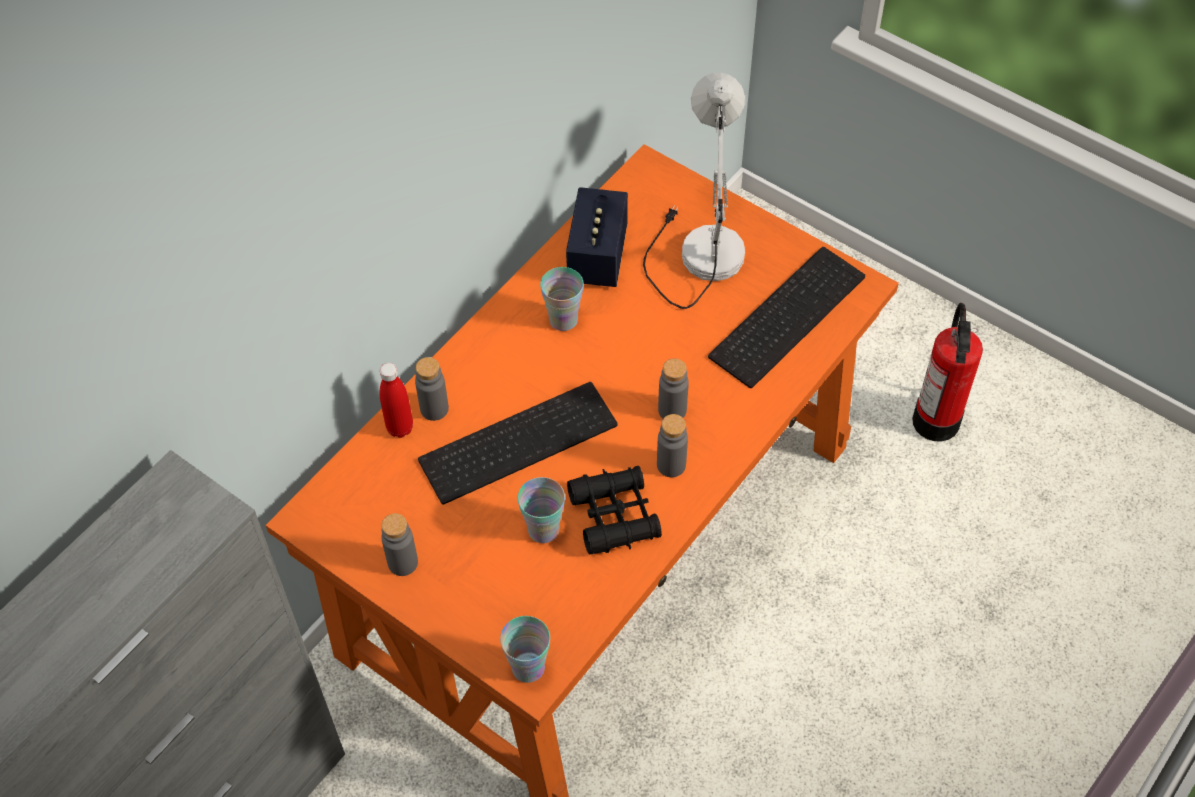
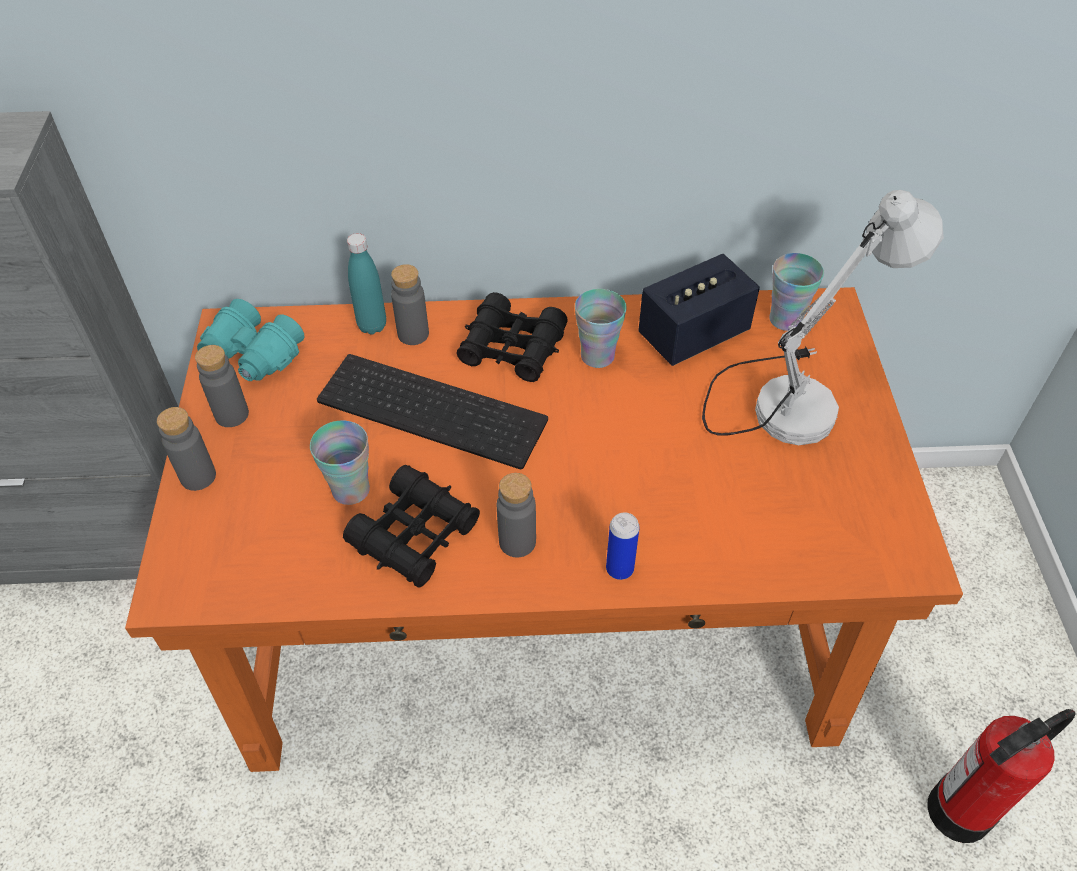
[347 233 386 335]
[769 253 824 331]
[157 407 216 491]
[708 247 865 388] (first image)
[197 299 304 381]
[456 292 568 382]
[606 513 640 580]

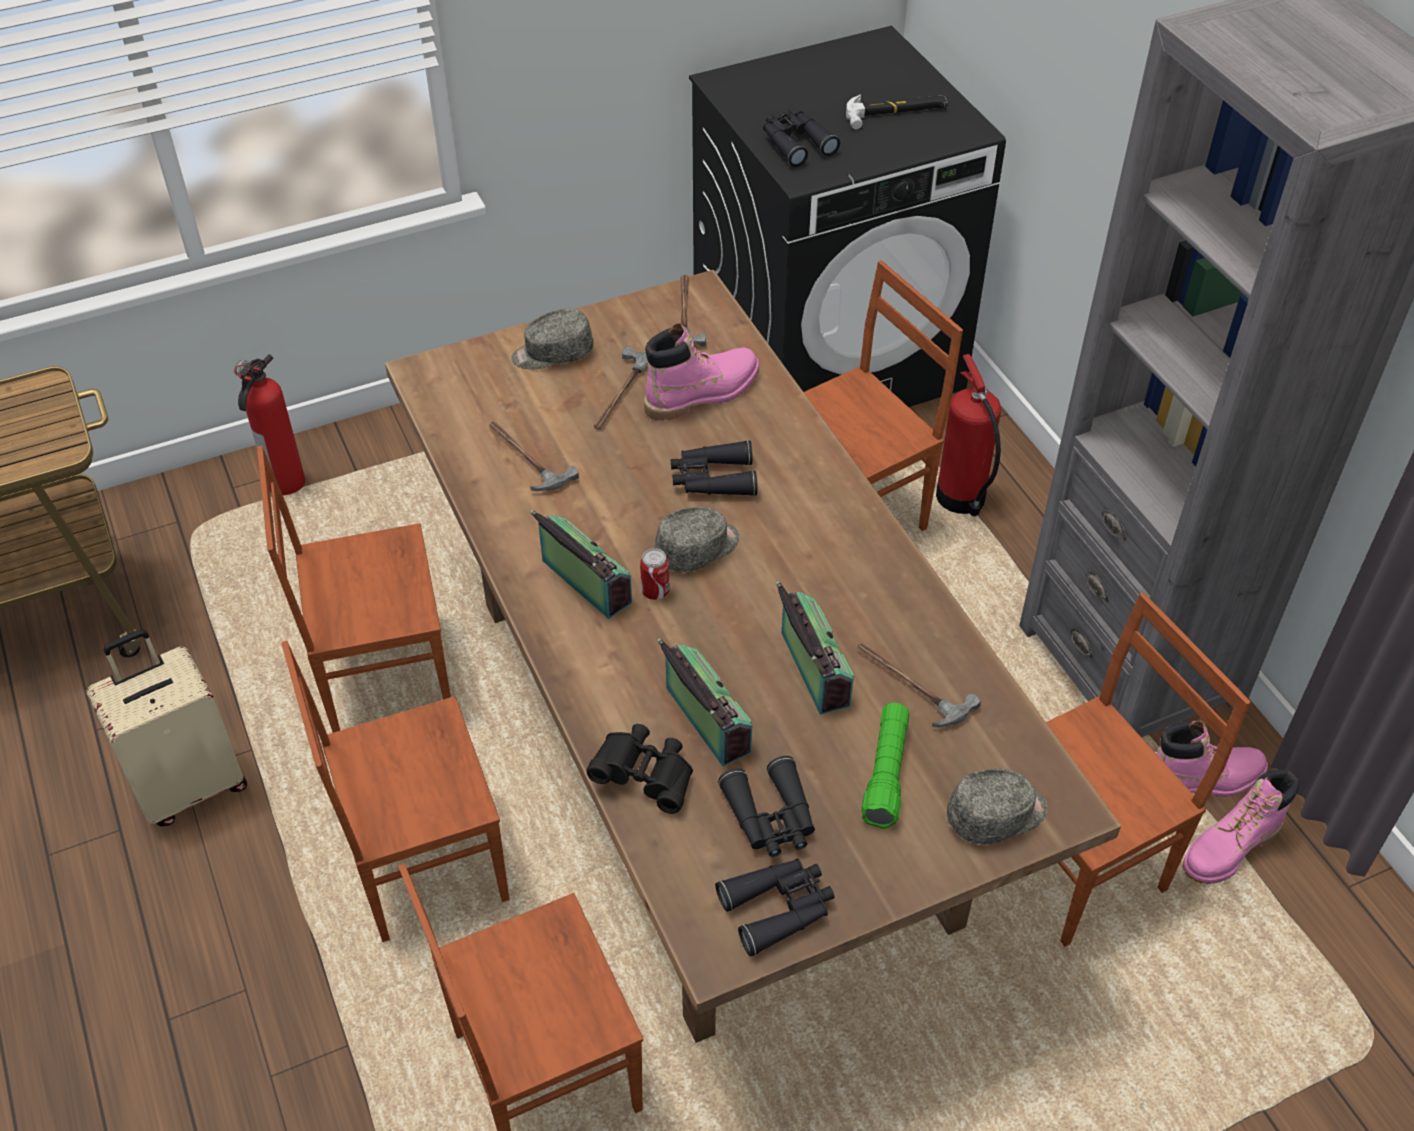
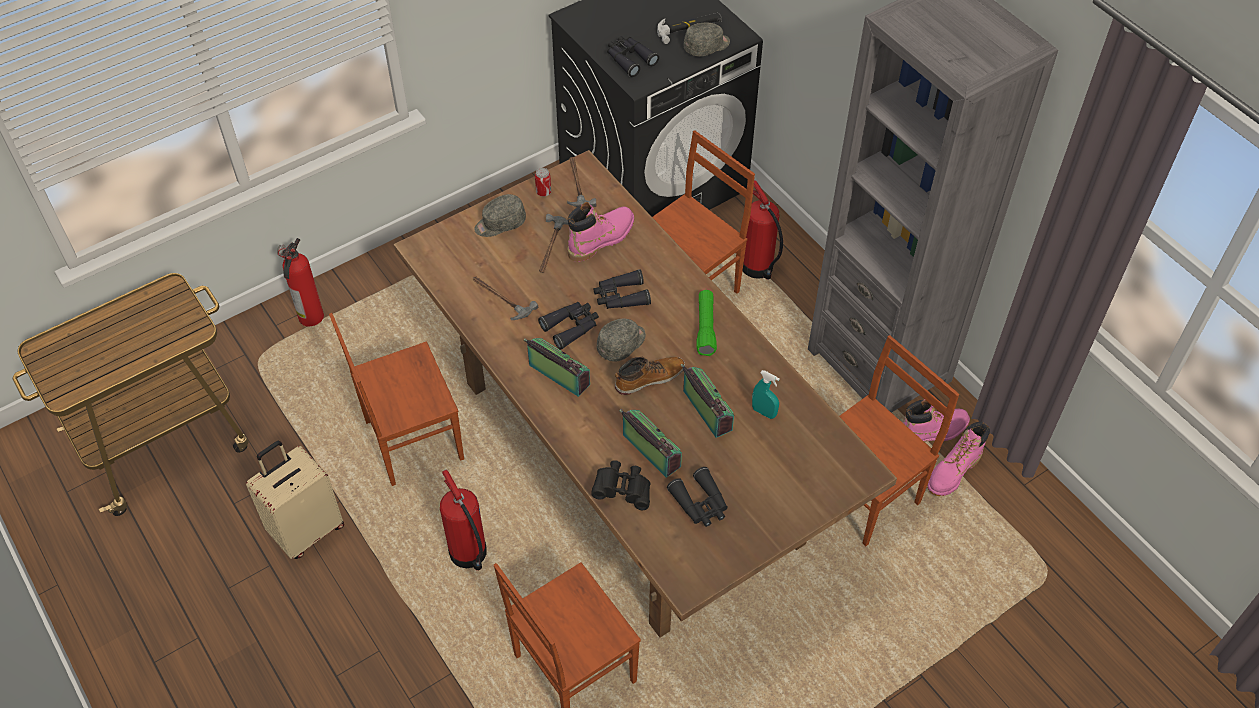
[440 470 487 570]
[535 168 551 197]
[538 302 599 350]
[752 370 780 419]
[696 290 717 356]
[683 23 730 57]
[615 357 685 395]

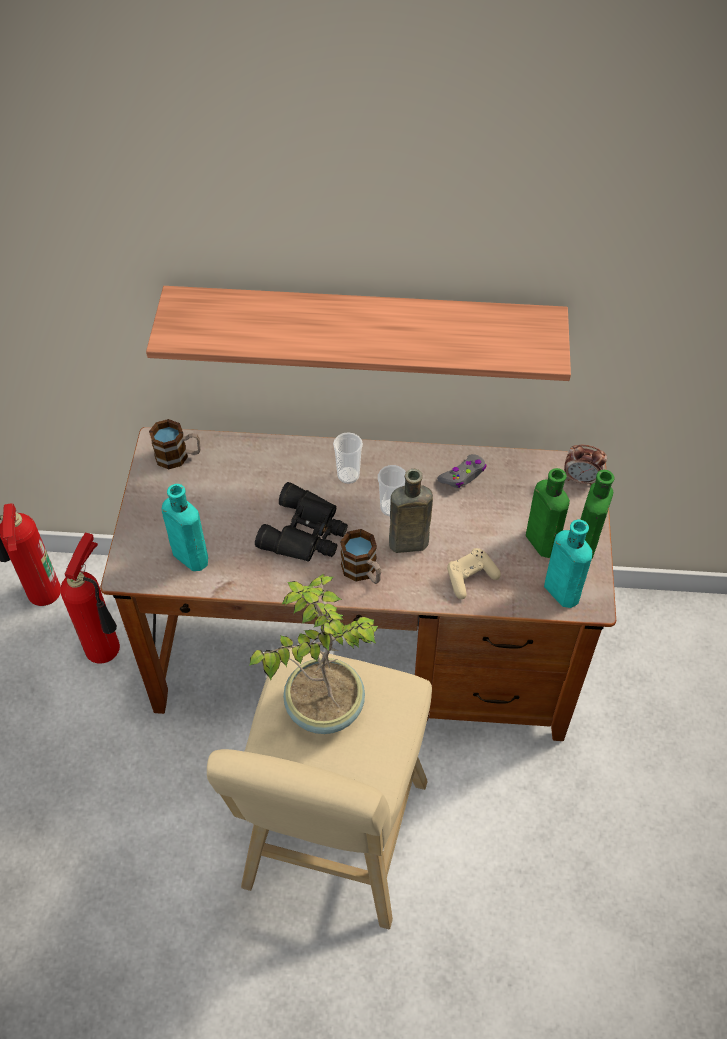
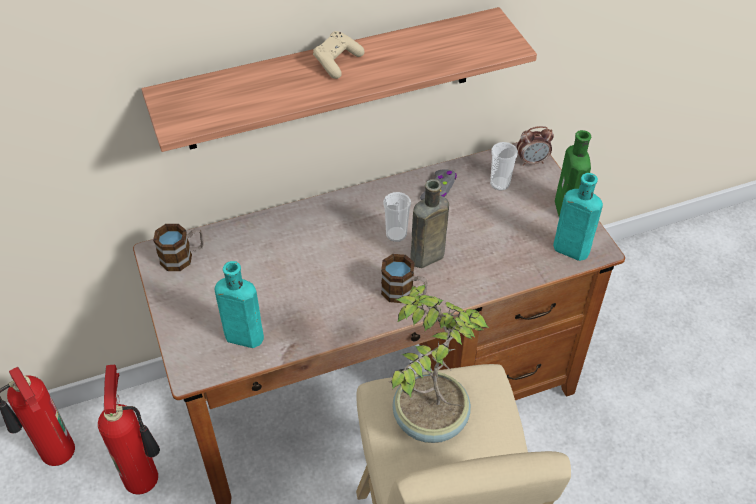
[255 482 348 562] (first image)
[490 142 518 190]
[313 31 365 79]
[526 468 570 558] (first image)

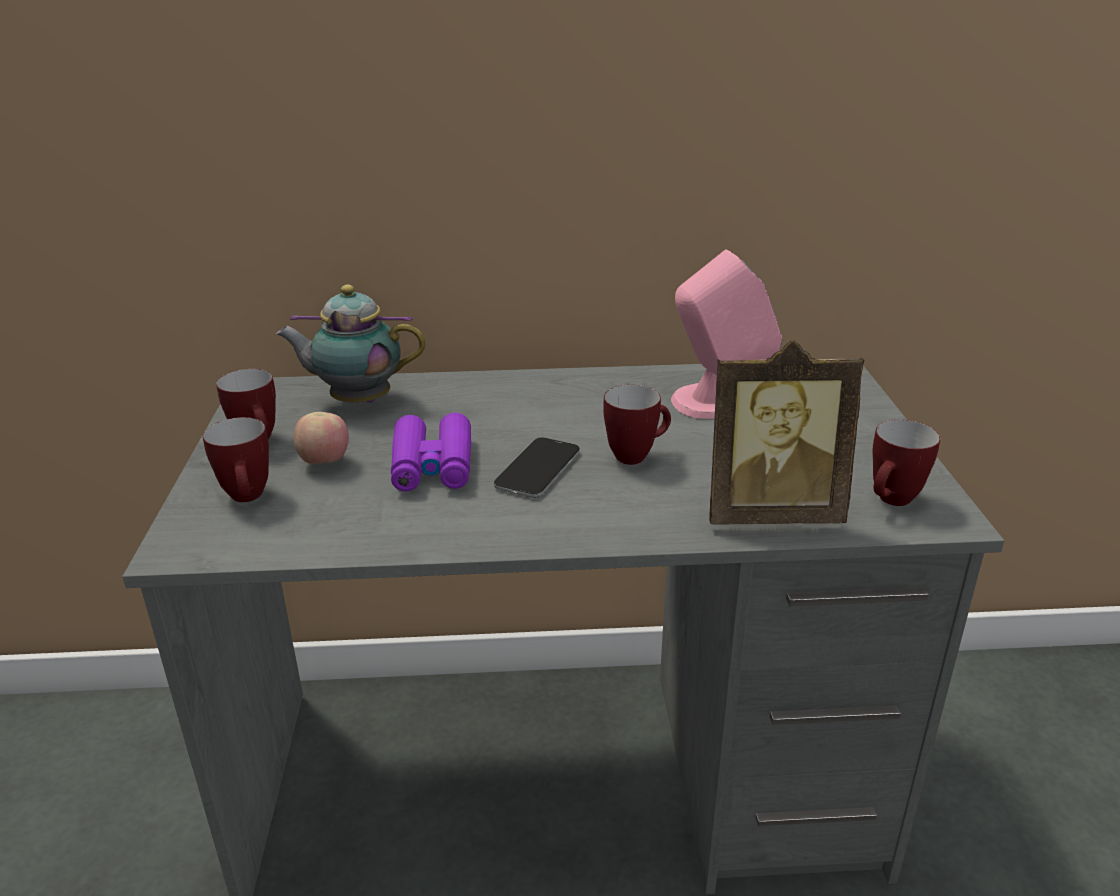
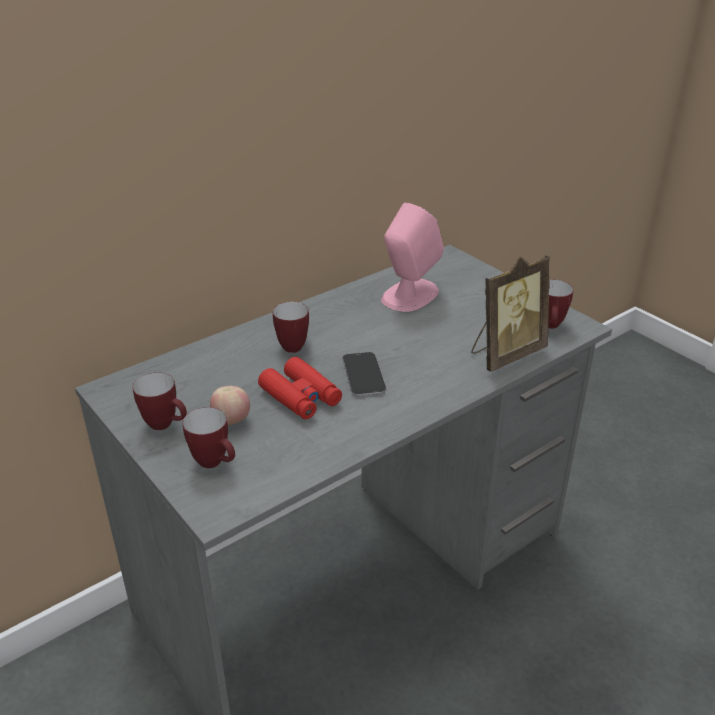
[276 285 426 403] (first image)
[258 357 342 419]
[273 302 309 353]

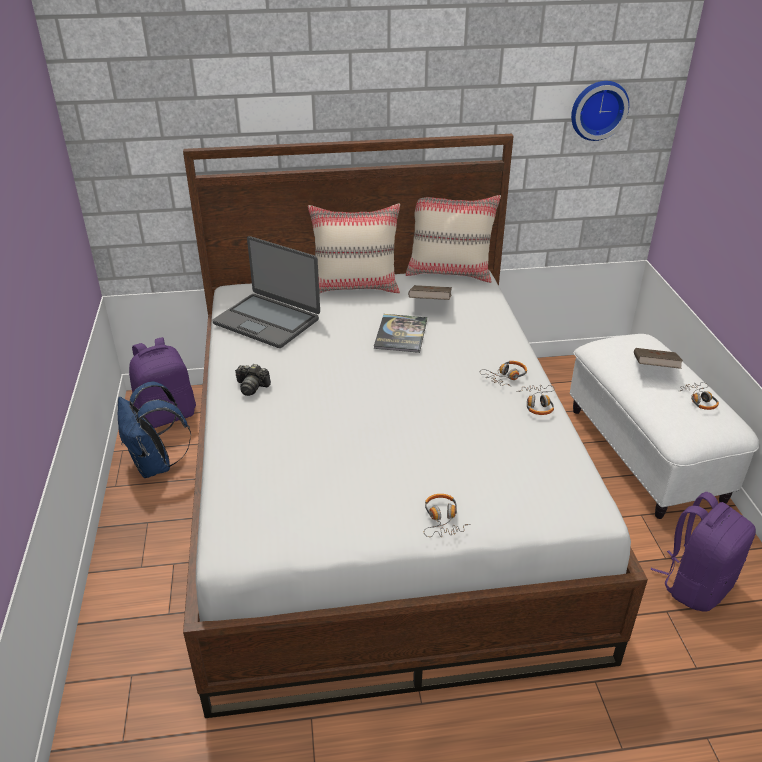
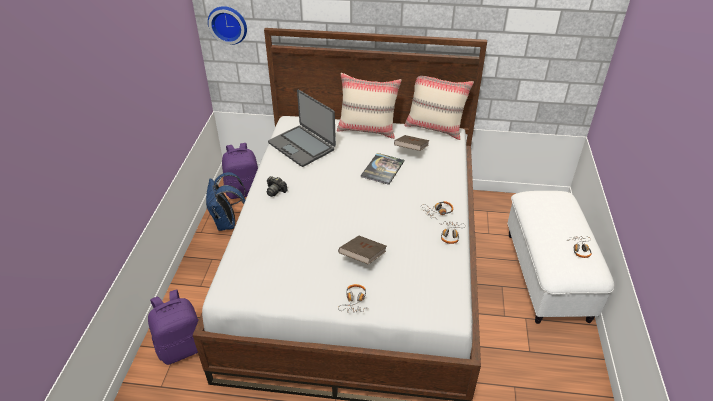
[208 6 247 45]
[338 236 387 265]
[148 289 199 365]

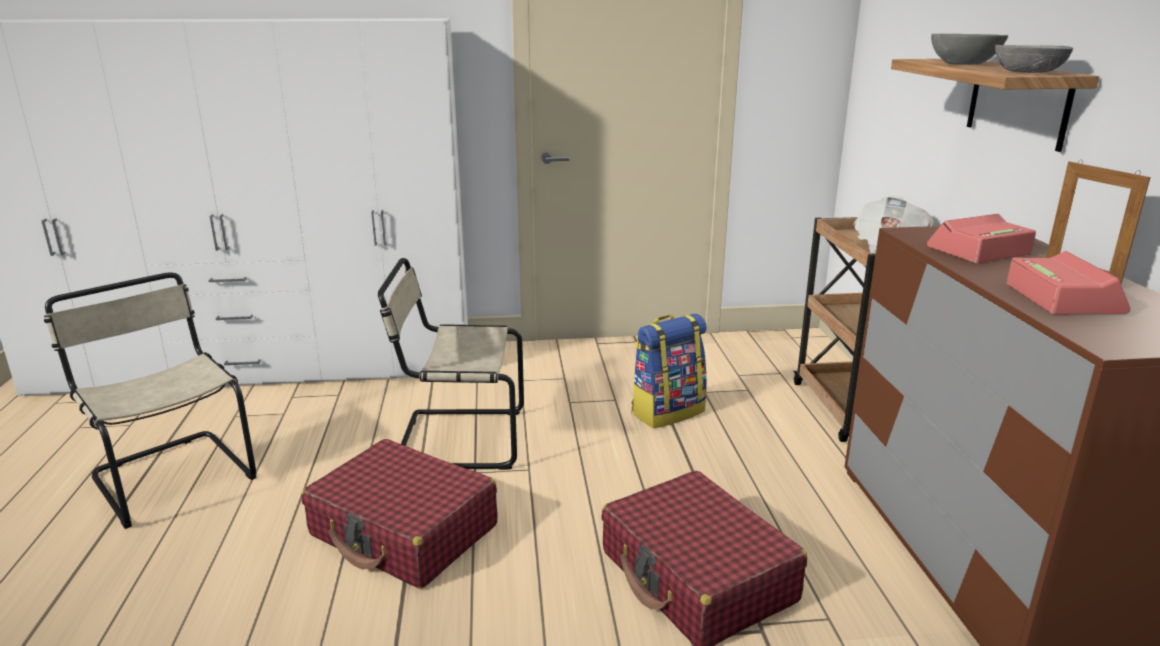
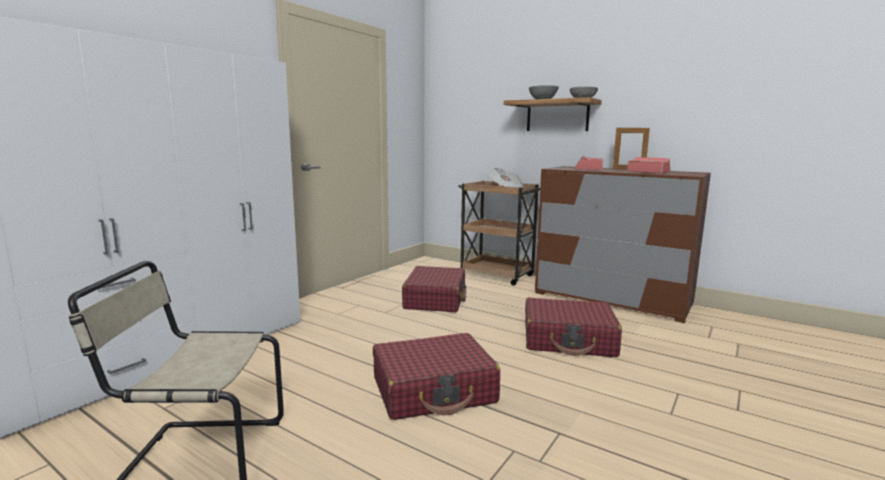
[378 258 524 470] (first image)
[402 266 466 312]

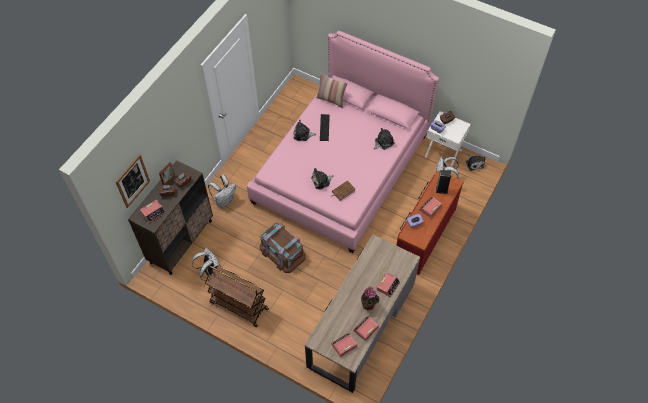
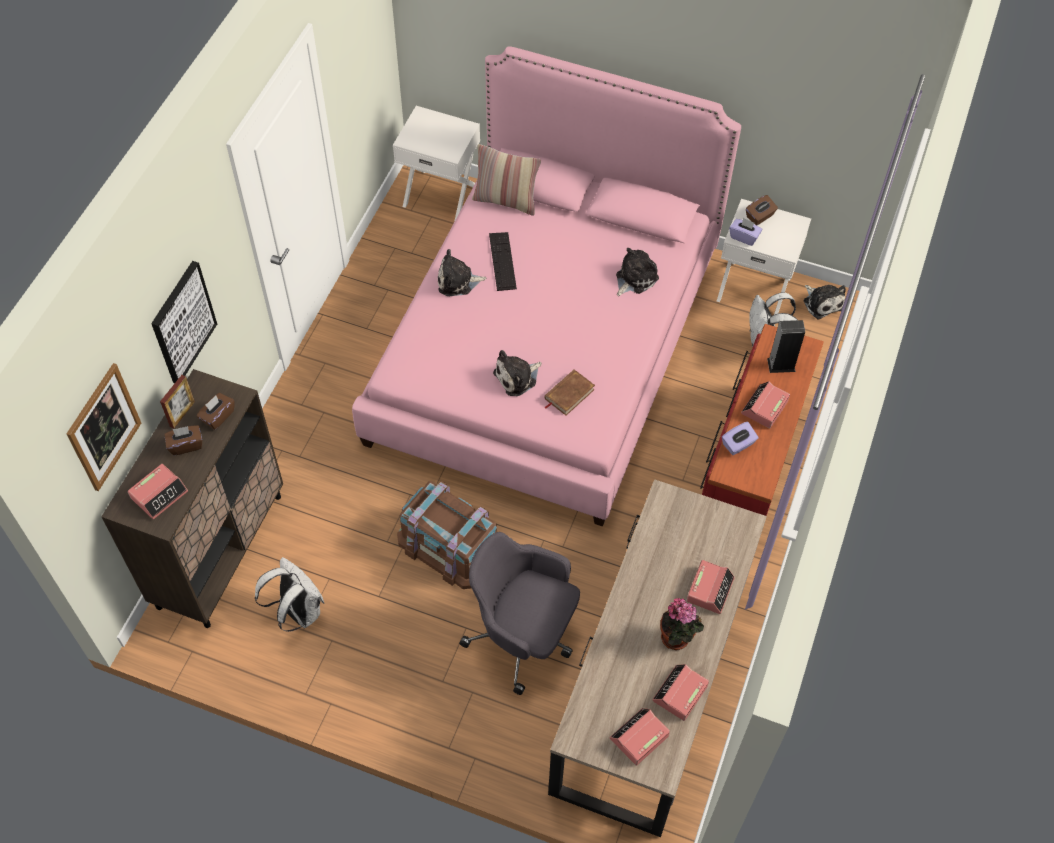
[205 265 269 327] (first image)
[208 175 236 207] (first image)
[151 261 217 383]
[393 106 480 222]
[459 532 580 695]

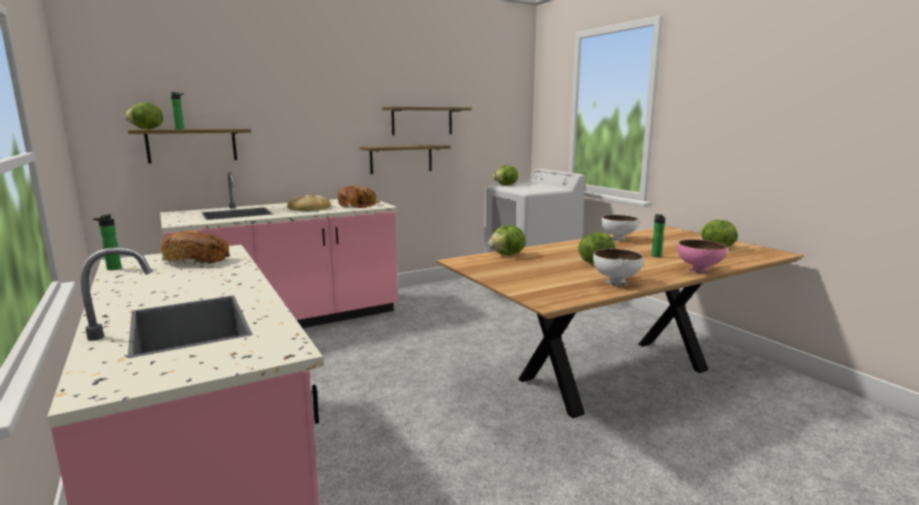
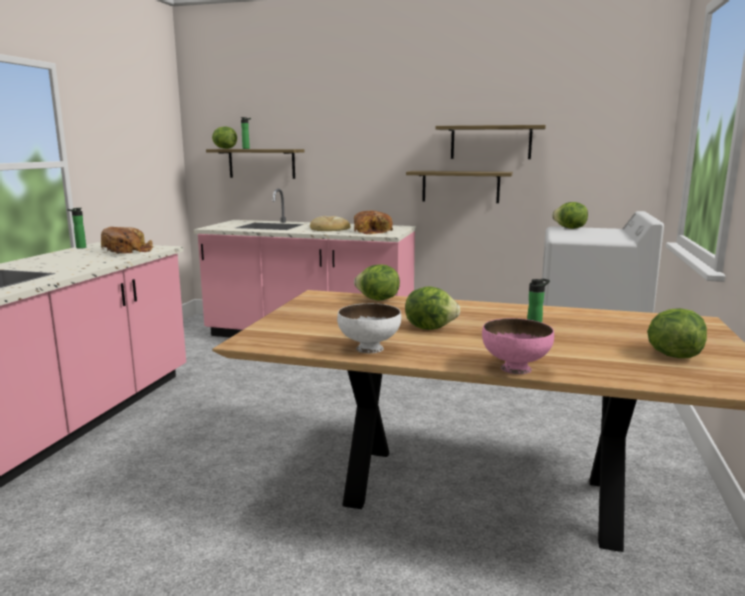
[601 215 639 241] (first image)

